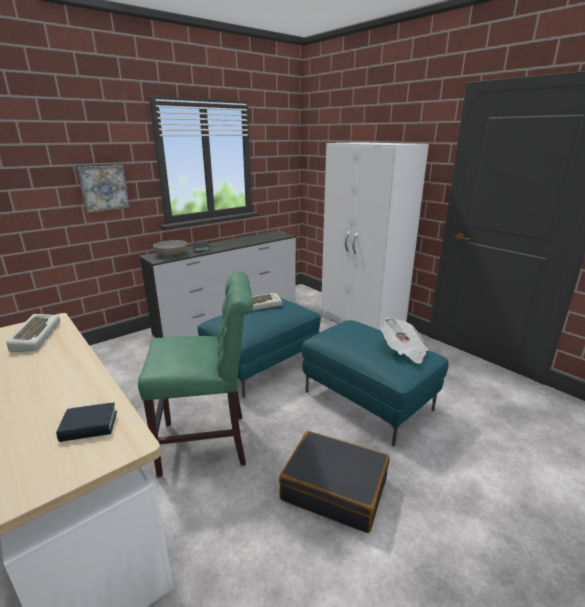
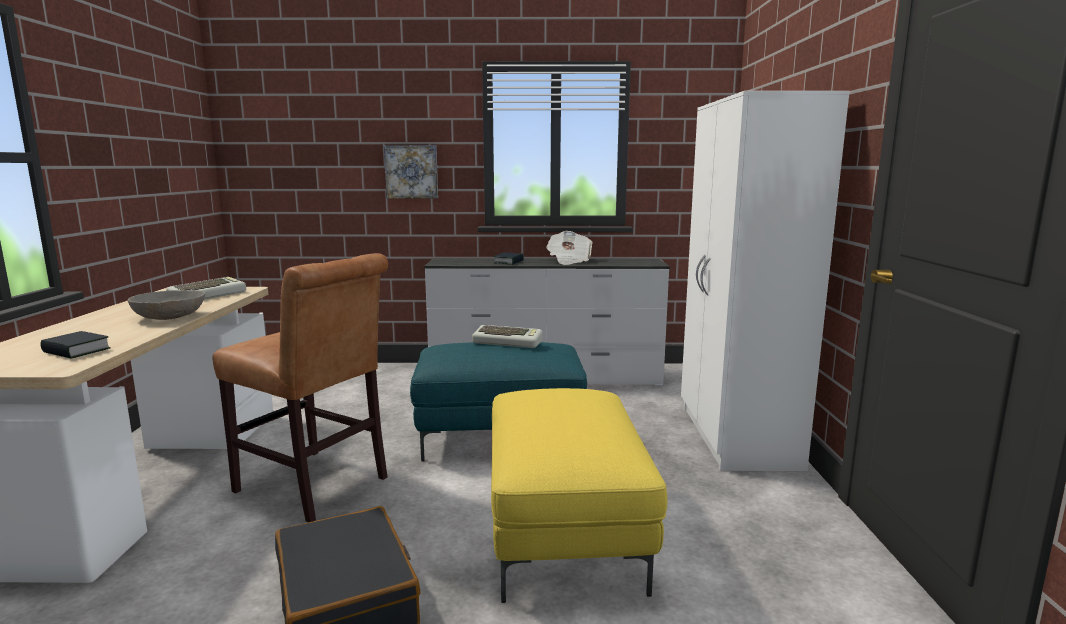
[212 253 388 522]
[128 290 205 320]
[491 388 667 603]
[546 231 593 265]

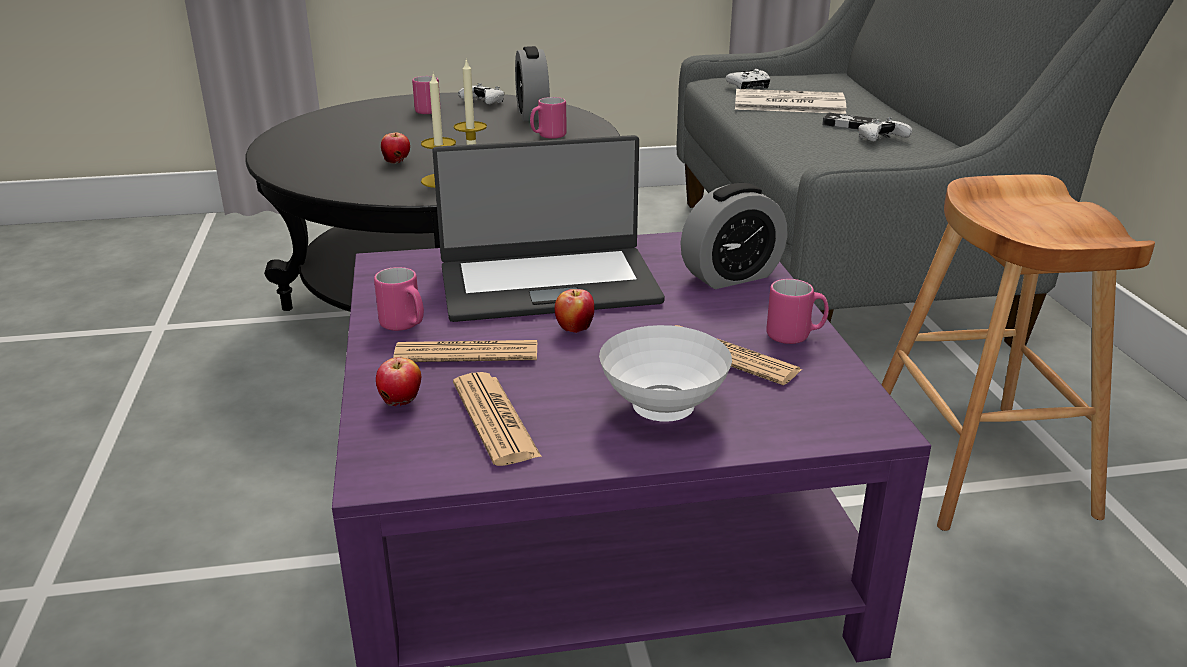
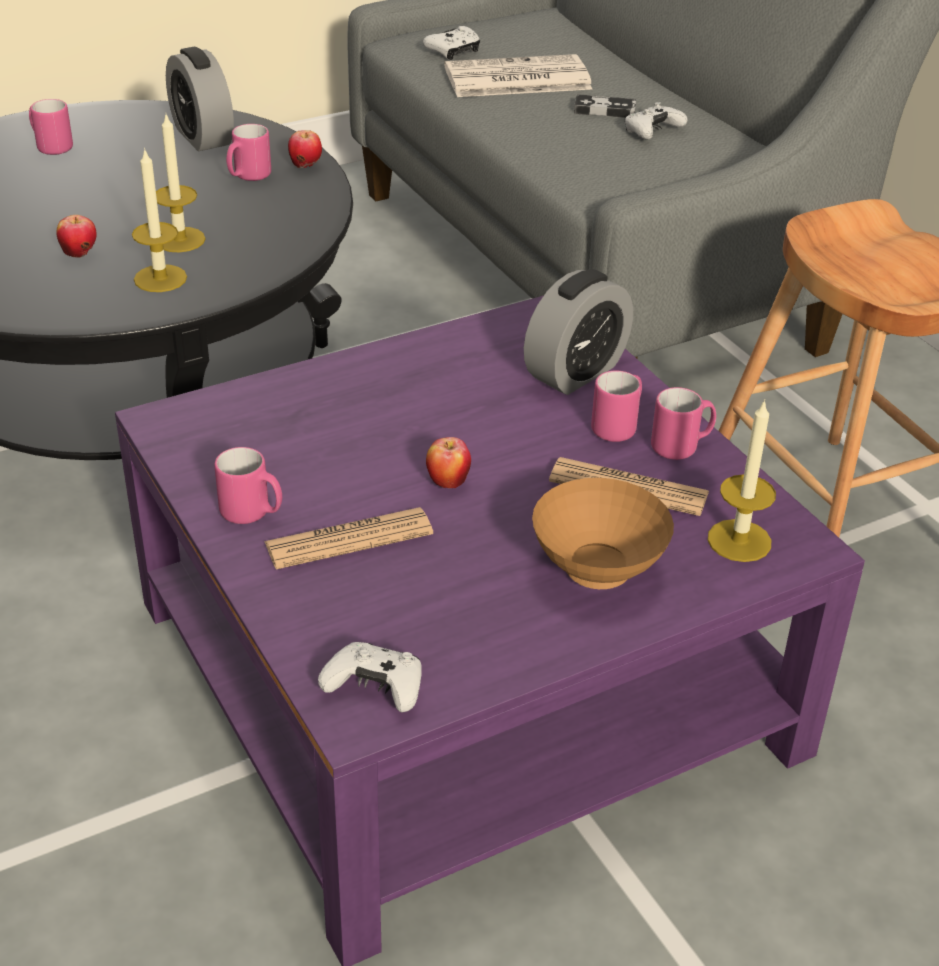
[288 130 322 168]
[432 135 665 322] (first image)
[453 372 542 466] (first image)
[318 642 421 712]
[532 478 674 589]
[591 370 642 442]
[708 399 776 562]

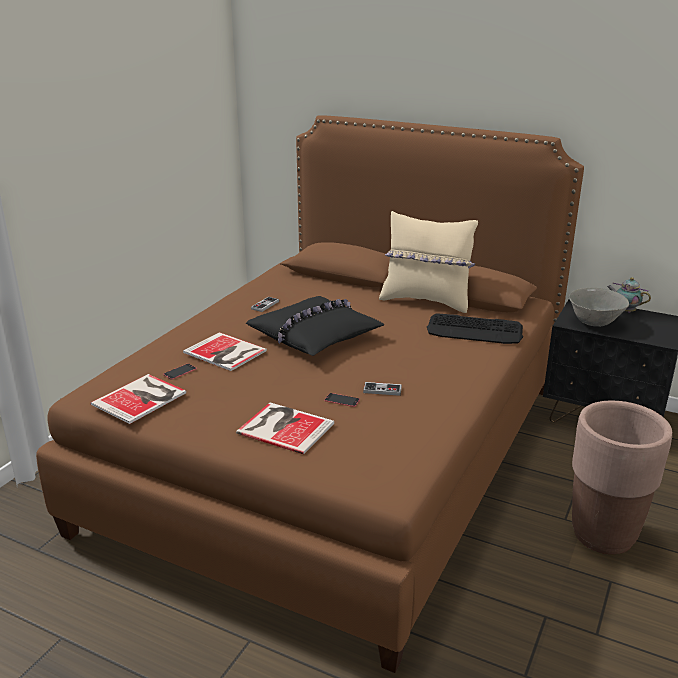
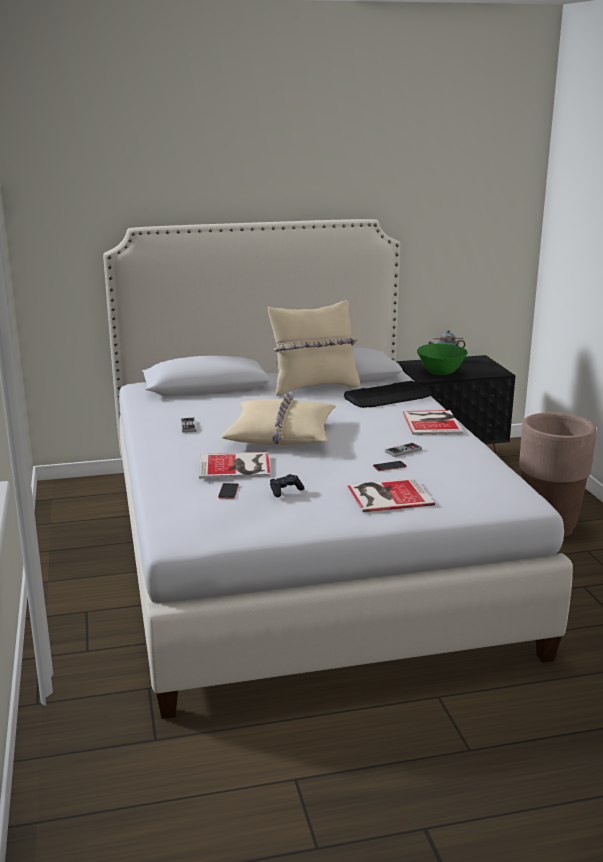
[103 219 573 719]
[403 410 463 435]
[222 393 336 445]
[417 344 468 375]
[270 474 305 497]

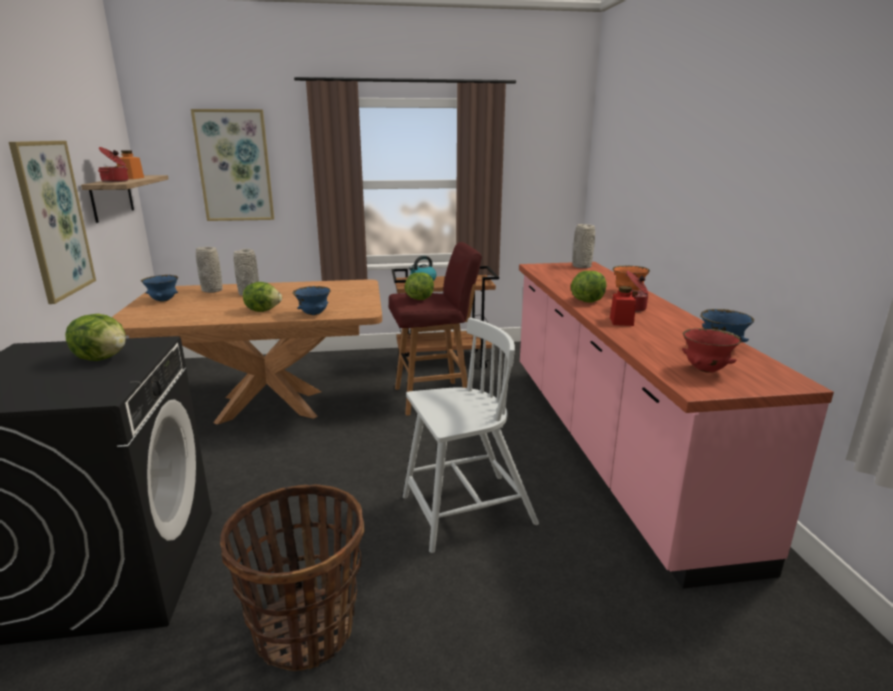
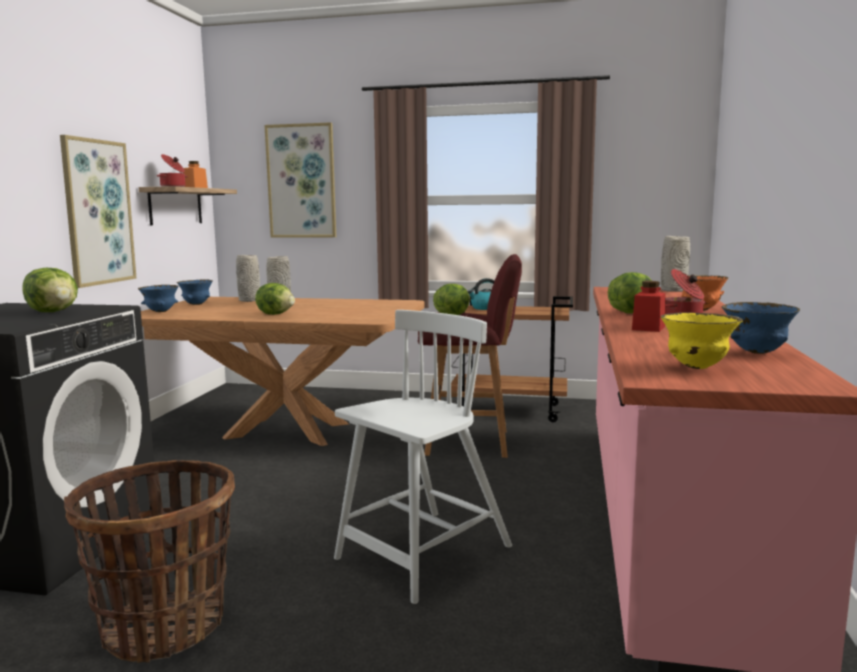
[138 285 178 312]
[334 310 512 604]
[661 312 743 369]

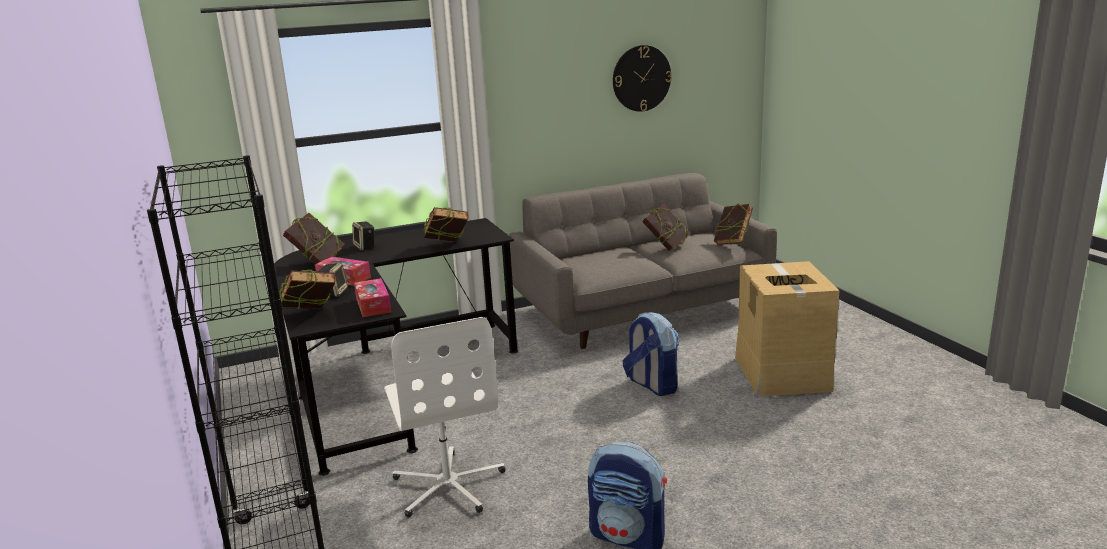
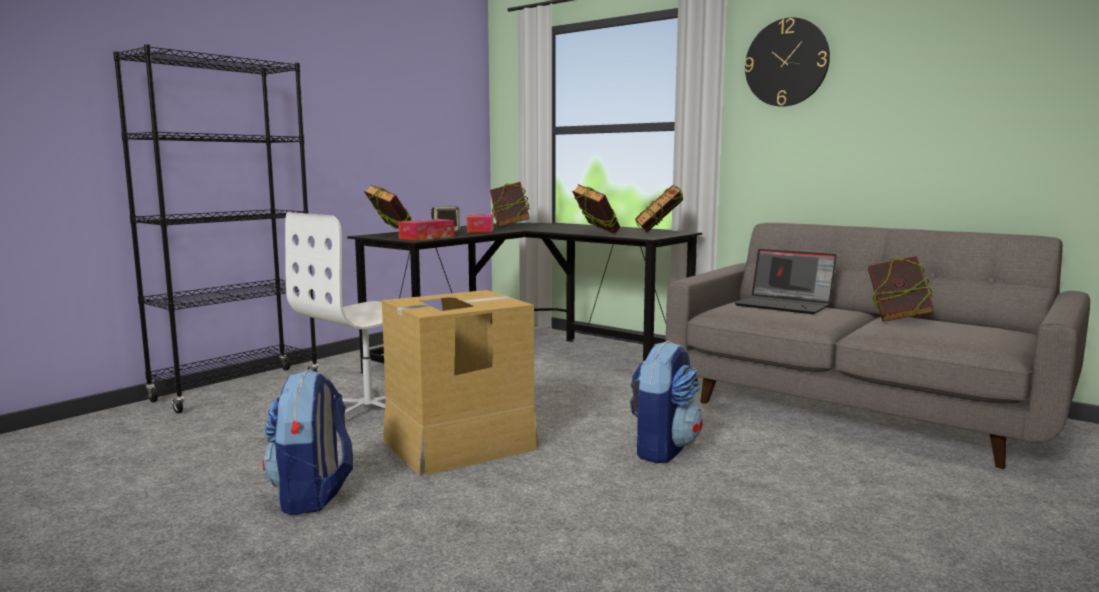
[352 221 375 250] (first image)
[744 17 830 107]
[635 185 683 233]
[382 290 538 476]
[735 249 837 314]

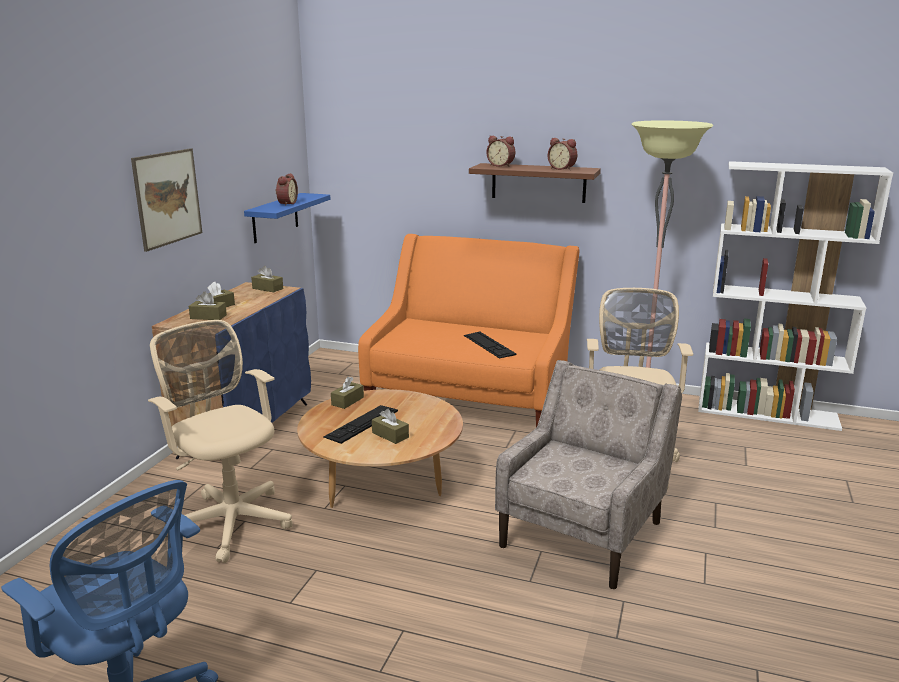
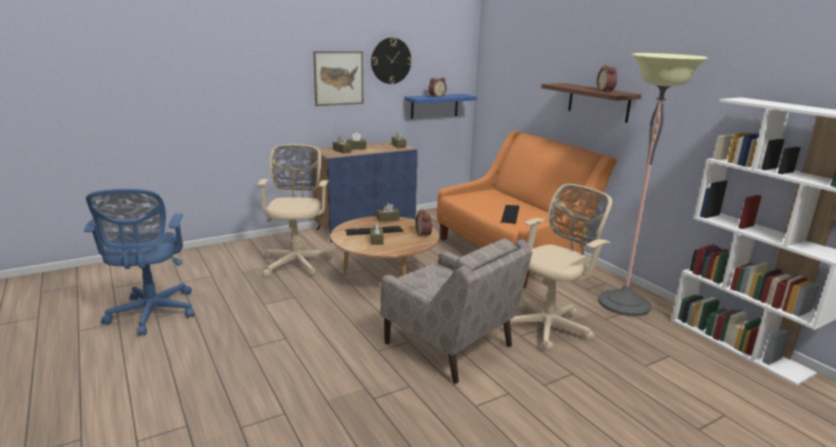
[416 209 432 238]
[381 238 532 383]
[371 38 412 84]

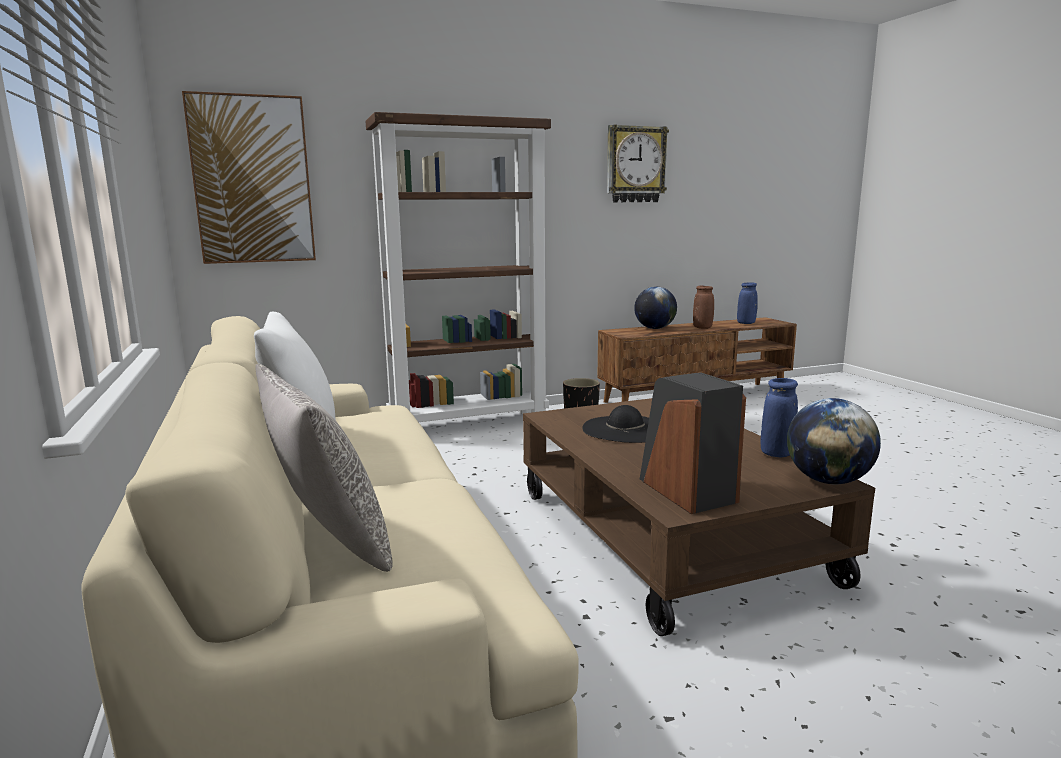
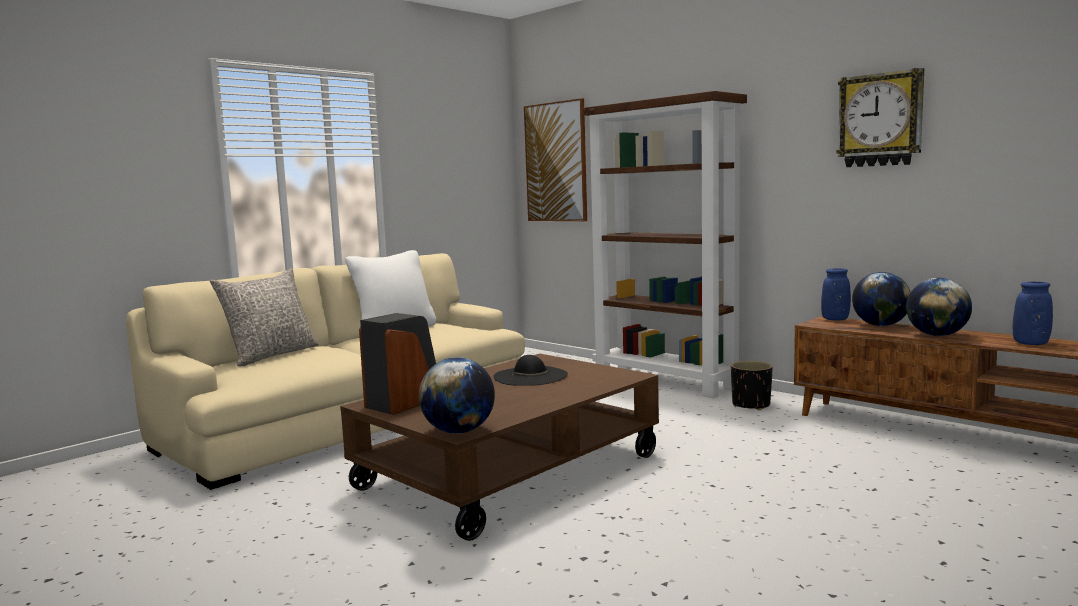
[906 278 972 336]
[821 268 851 320]

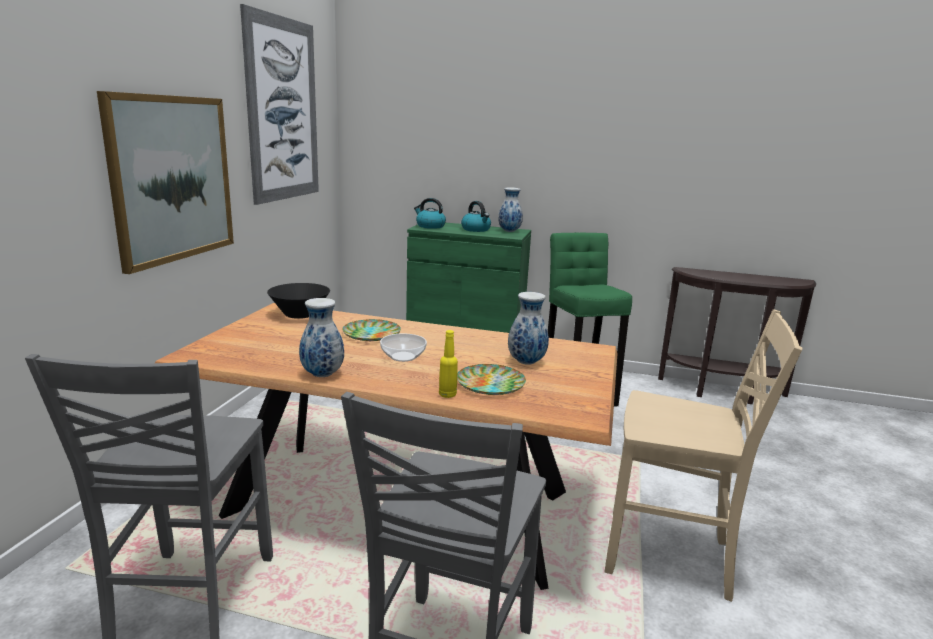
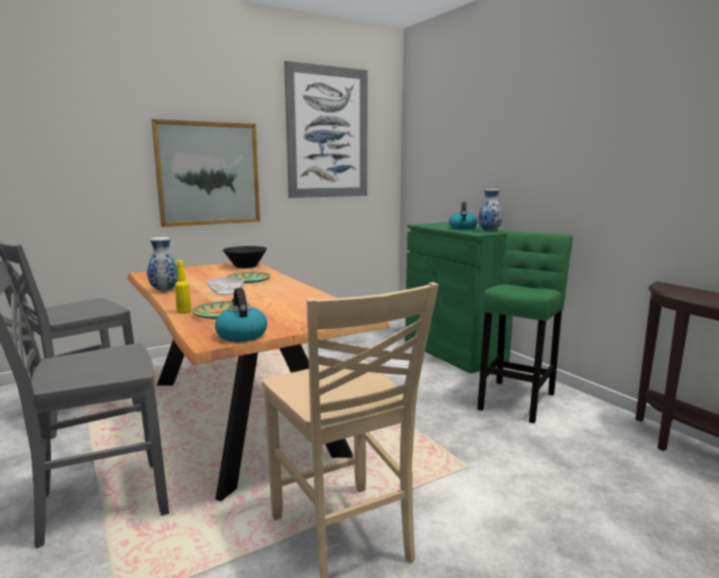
[215 288 267 342]
[508 292 549 365] (first image)

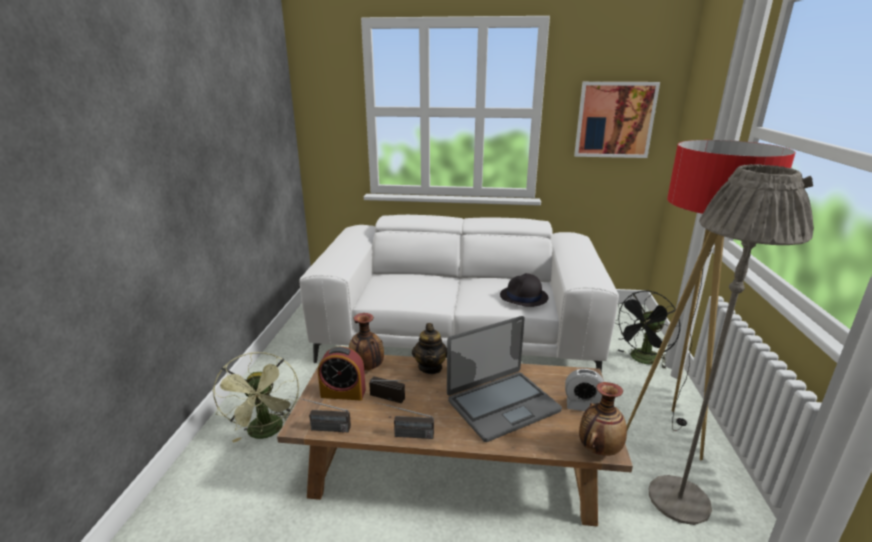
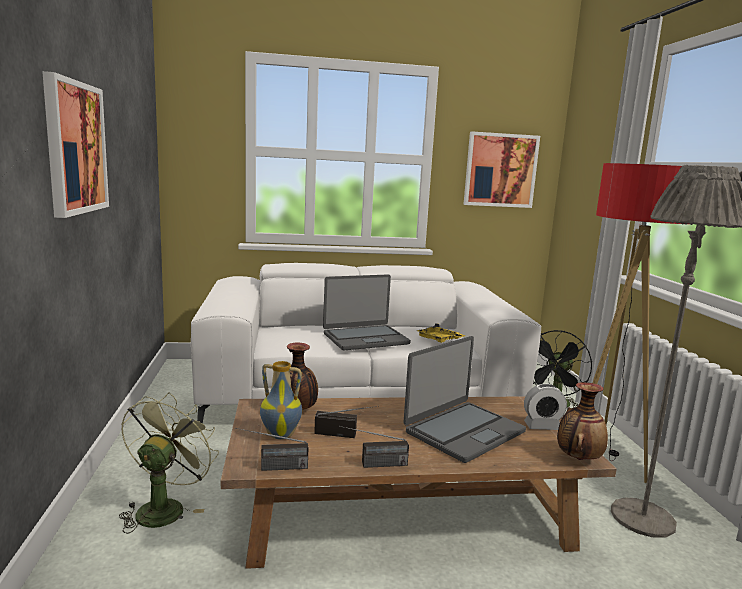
[119 392 219 534]
[260 361 302 439]
[412 323 447 374] (first image)
[417 323 466 343]
[42 71 109 218]
[323 274 411 350]

